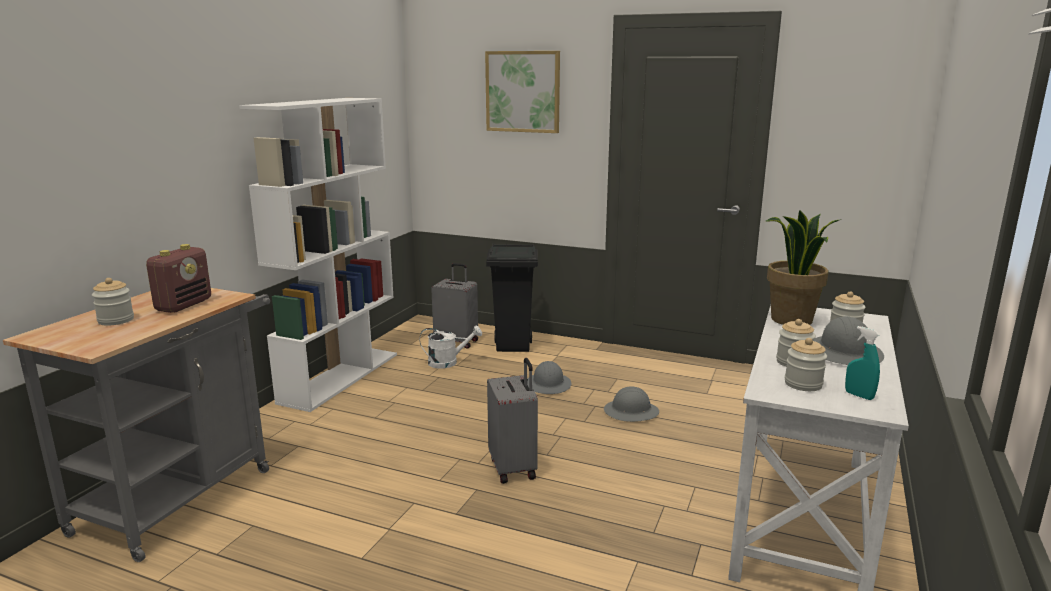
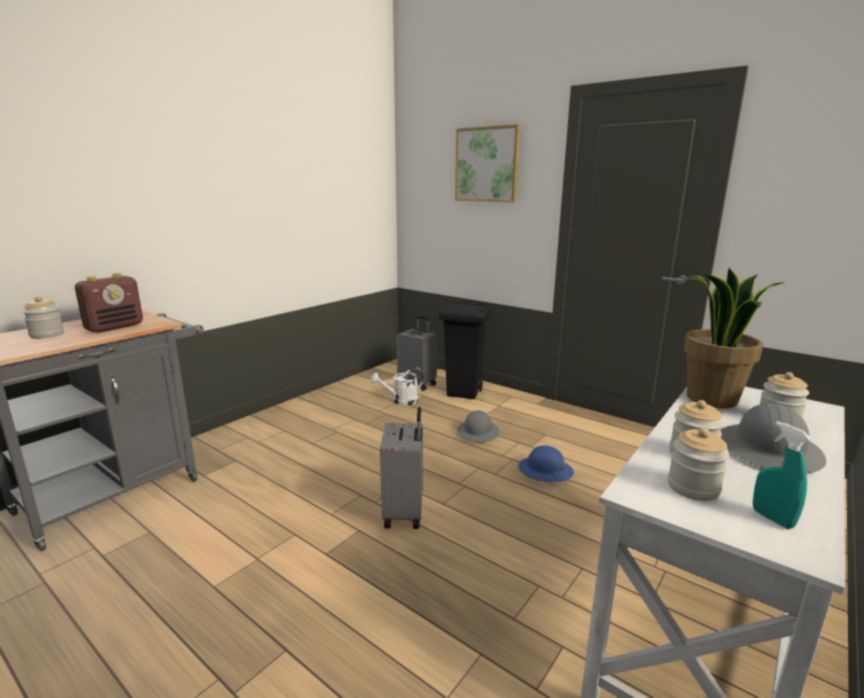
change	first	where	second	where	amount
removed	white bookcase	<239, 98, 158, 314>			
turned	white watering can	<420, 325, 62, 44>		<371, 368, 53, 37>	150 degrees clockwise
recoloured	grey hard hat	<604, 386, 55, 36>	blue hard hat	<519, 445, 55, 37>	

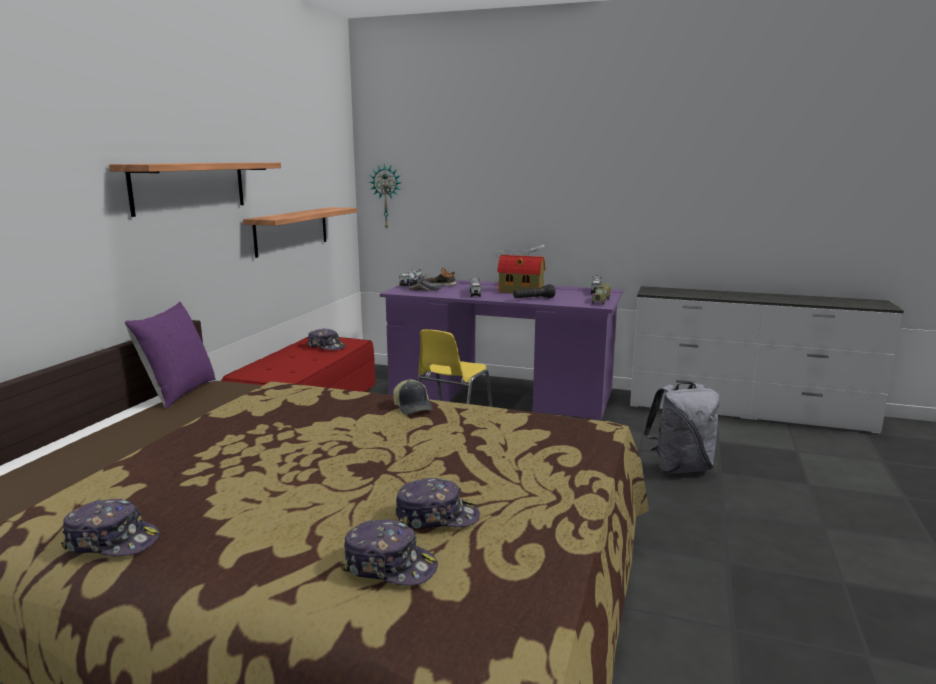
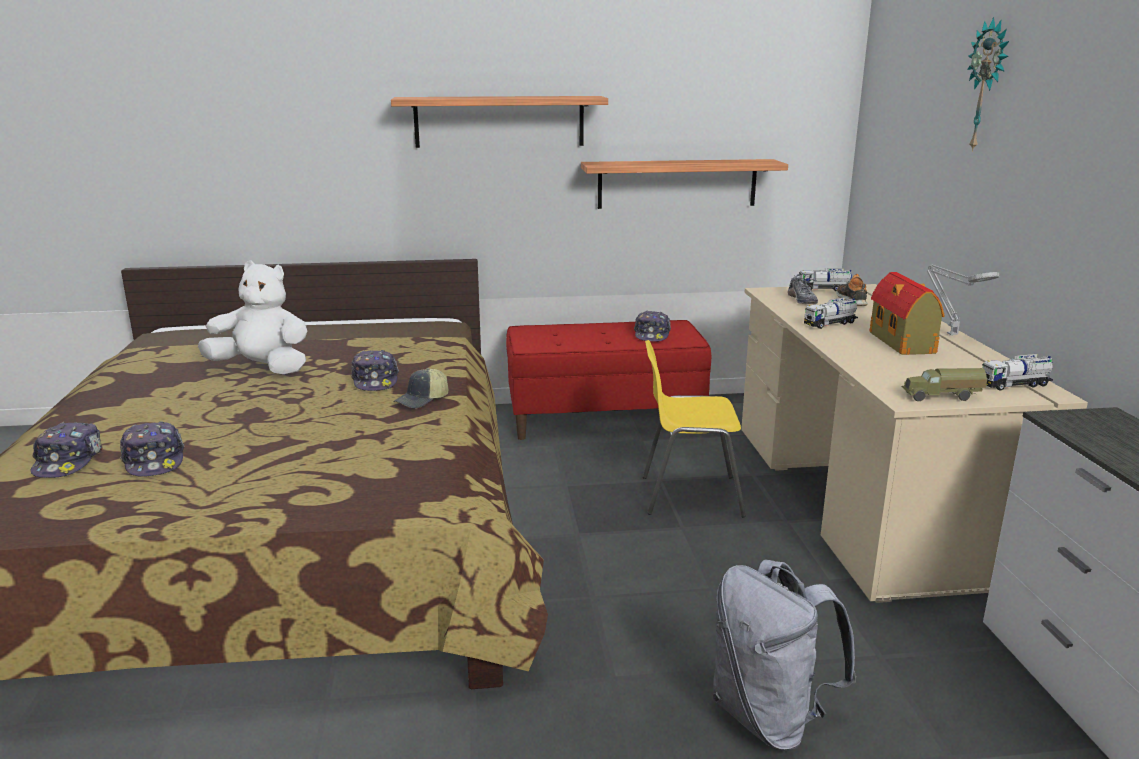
change	first	where	second	where	amount
moved	wall clock	<369, 164, 32, 66>		<967, 17, 42, 135>	
recoloured	purple desk	<380, 278, 243, 142>	beige desk	<741, 284, 347, 319>	
removed	black flashlight	<513, 284, 42, 14>			
removed	purple pillow	<124, 302, 92, 107>			
moved	cap	<61, 499, 99, 57>		<351, 350, 48, 41>	
added			white plush toy	<198, 261, 109, 113>	

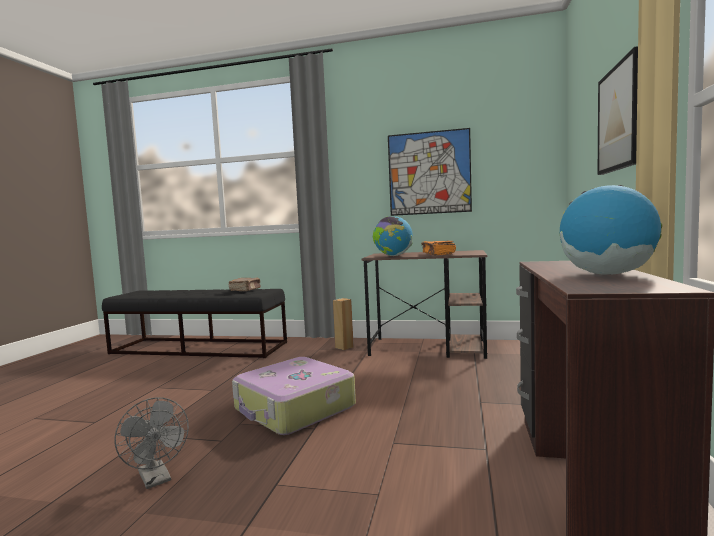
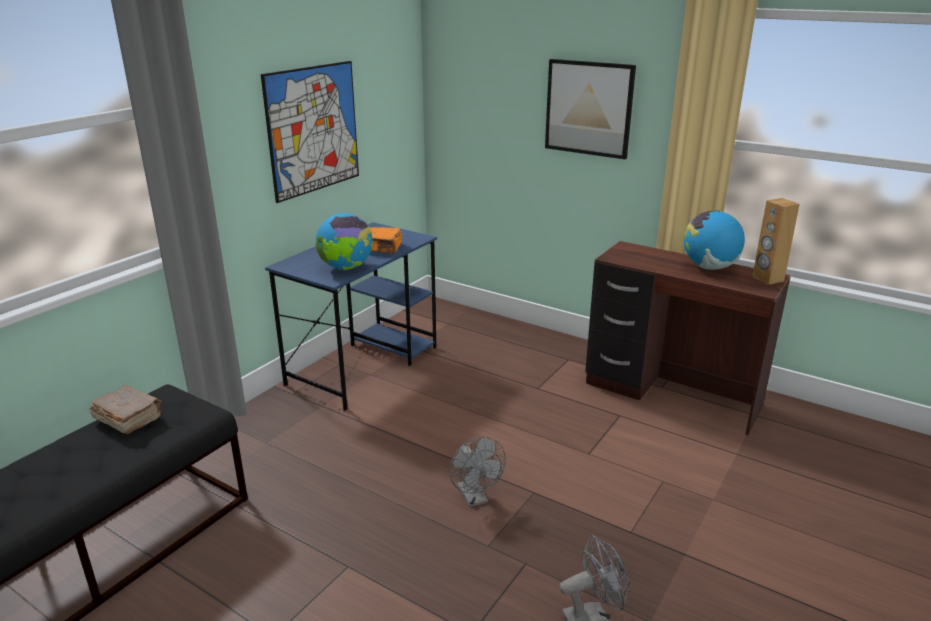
change	first	where	second	where	amount
recoloured	brown desk	<362, 250, 125, 109>	blue desk	<265, 222, 172, 189>	
moved	brown speaker	<333, 298, 21, 52>		<752, 198, 48, 87>	
replaced	suitcase	<232, 357, 124, 78>	grey fan	<449, 437, 57, 70>	

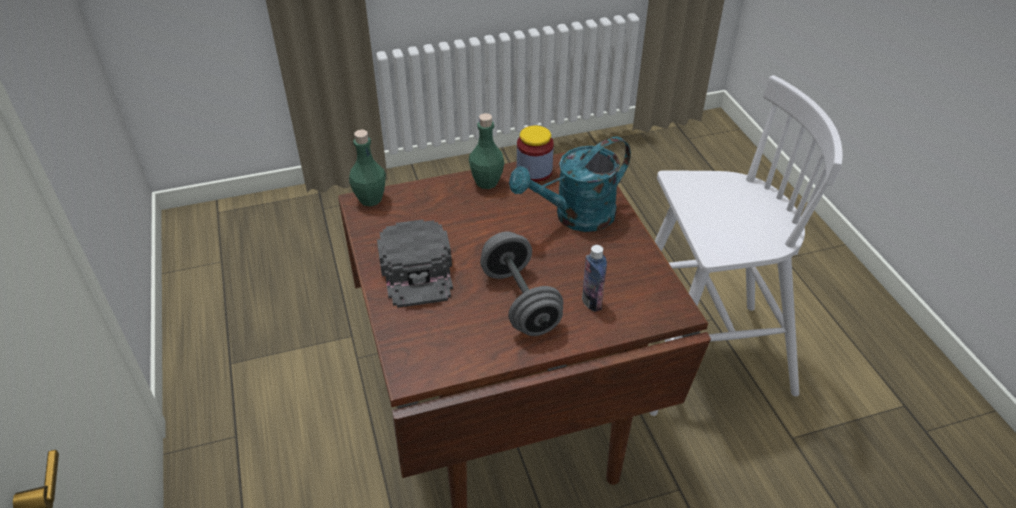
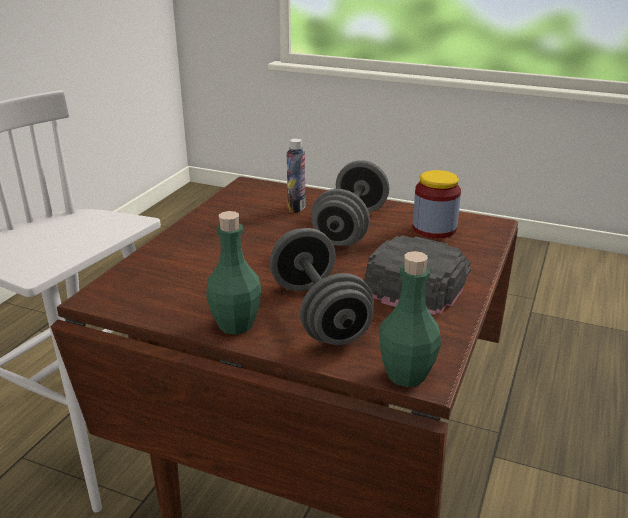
change	first	where	second	where	amount
moved	jar	<517, 125, 37, 57>		<413, 170, 48, 68>	
removed	turquoise watering can	<509, 137, 122, 95>			
added			grey dumbbell	<269, 228, 105, 117>	

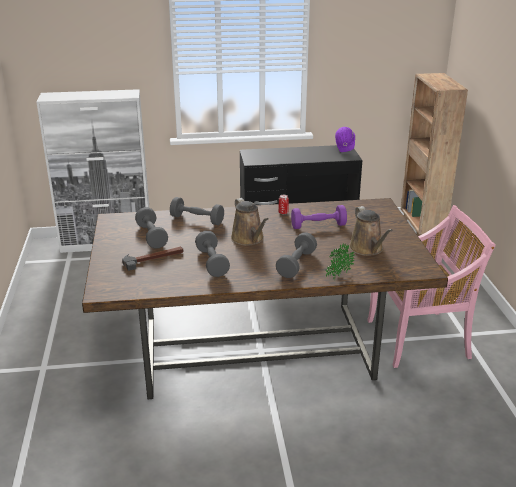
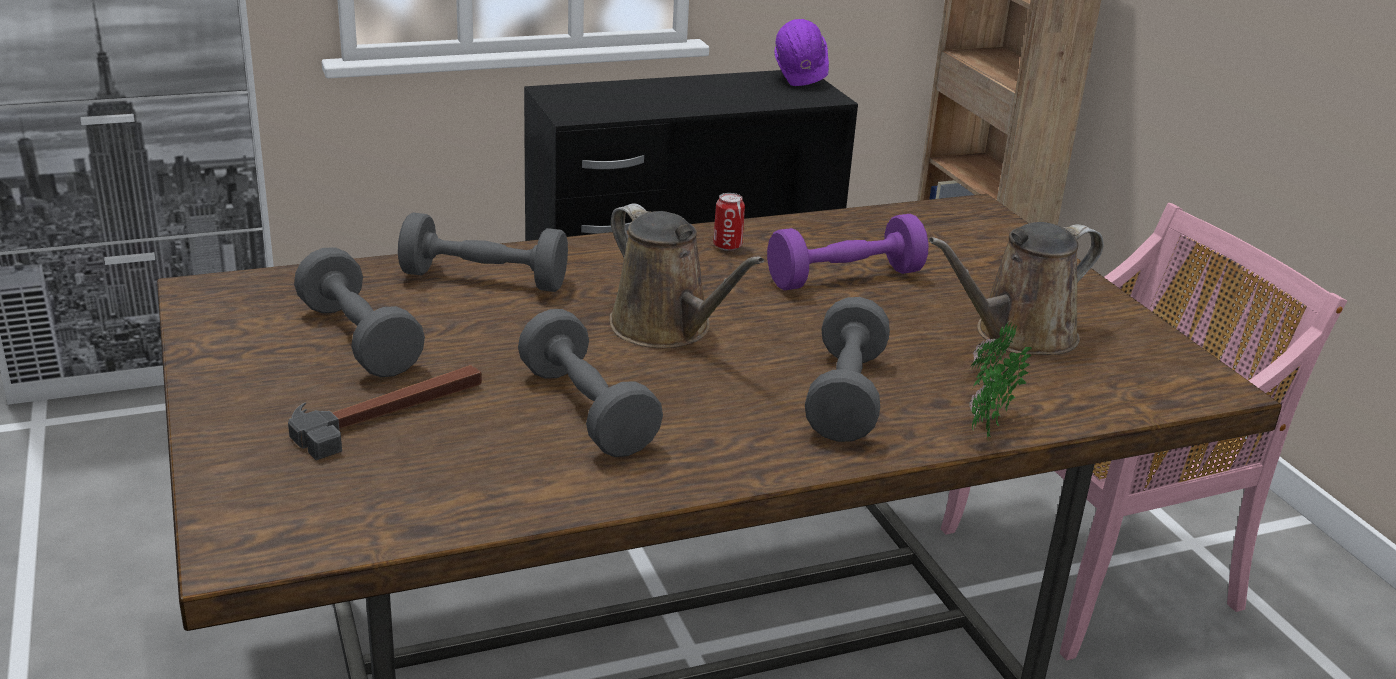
change	first	where	second	where	amount
turned	brown watering can	<349, 206, 44, 50>		<929, 222, 175, 133>	90 degrees clockwise

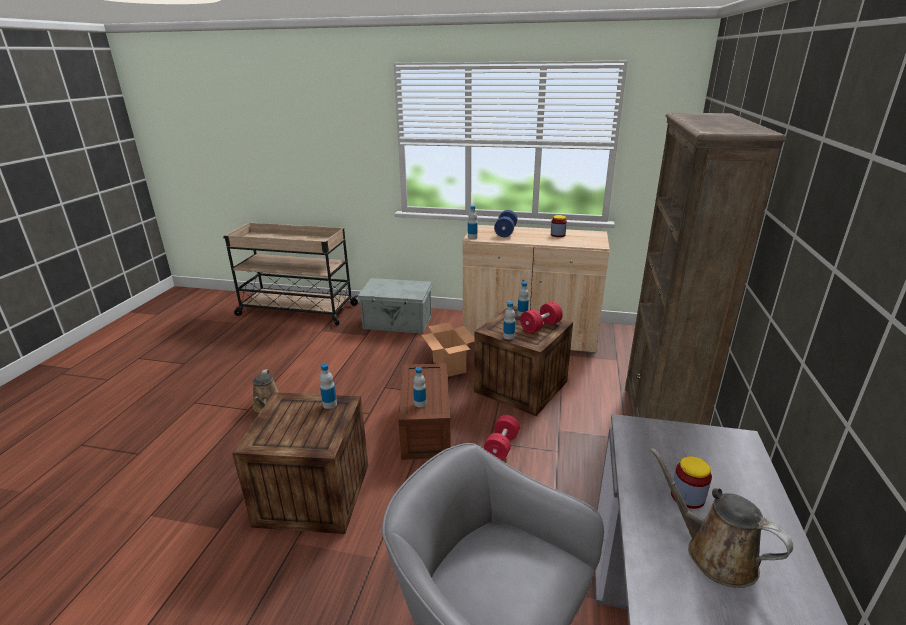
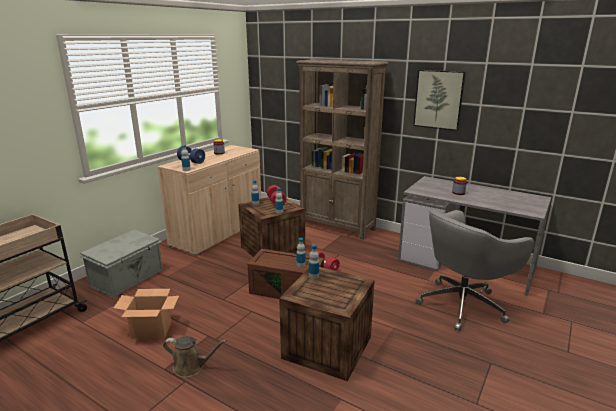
change	first	where	second	where	amount
moved	cardboard box	<421, 322, 53, 55>		<114, 289, 65, 50>	
removed	brown watering can	<650, 448, 143, 140>			
added			picture	<413, 70, 53, 61>	

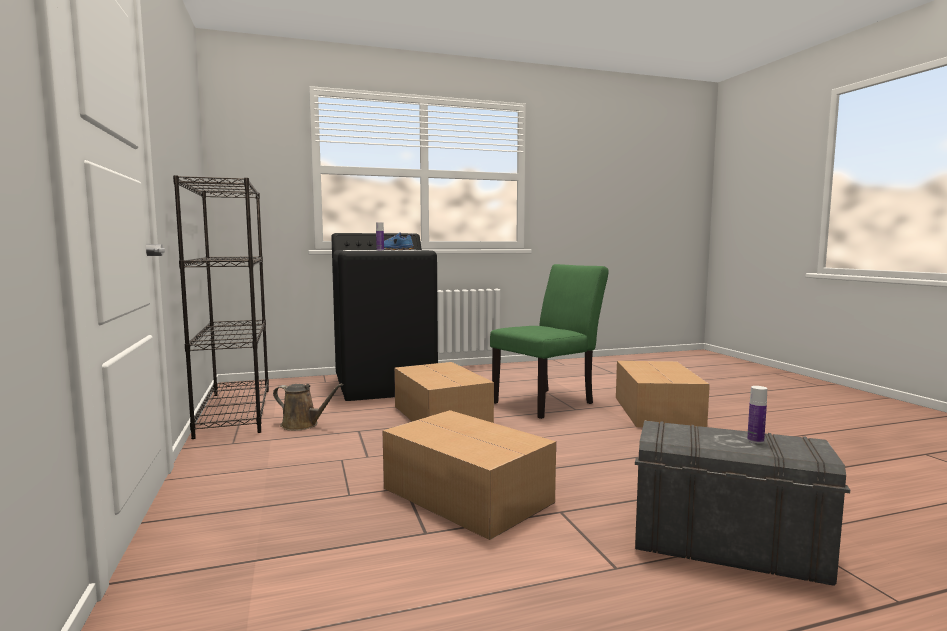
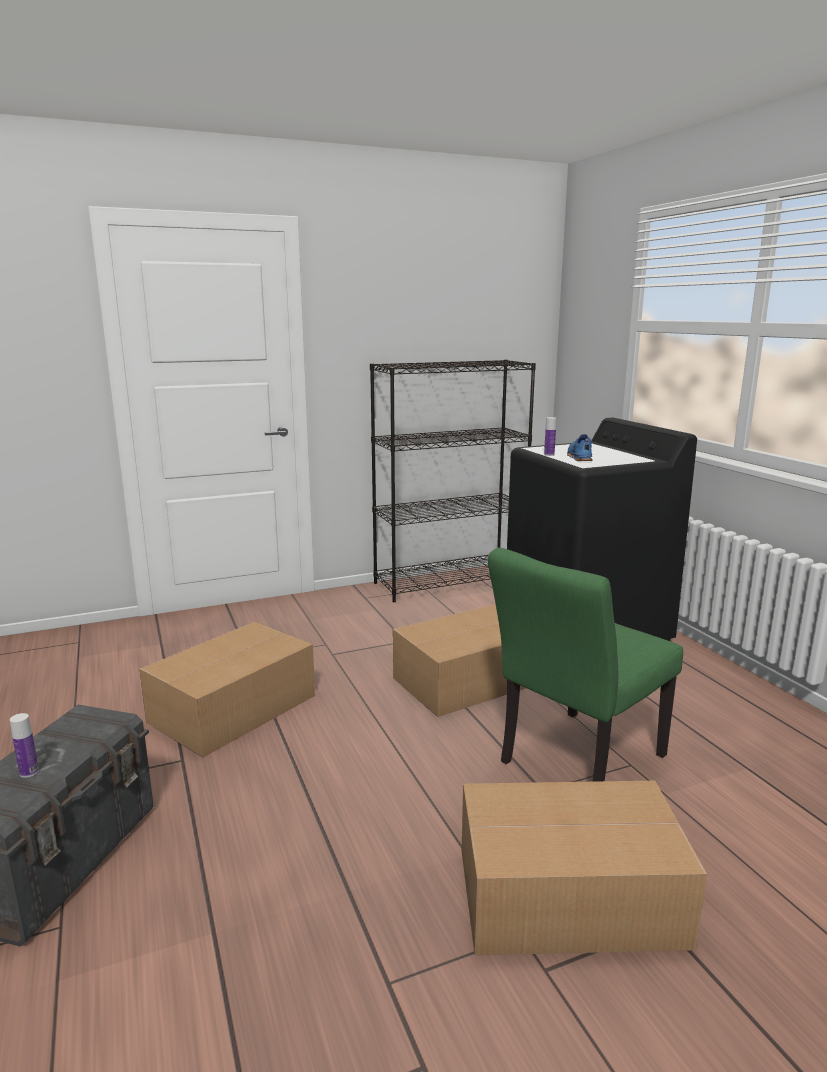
change	first	where	second	where	amount
turned	green chair	<490, 264, 118, 155>		<488, 548, 195, 234>	90 degrees clockwise
removed	brown watering can	<273, 383, 70, 48>			

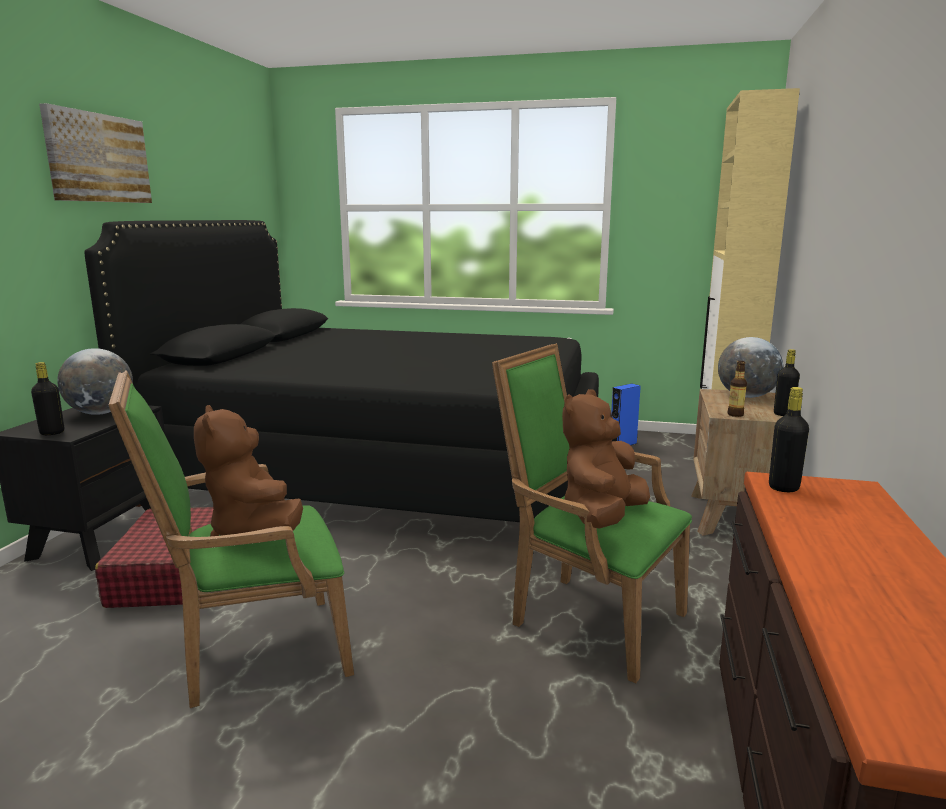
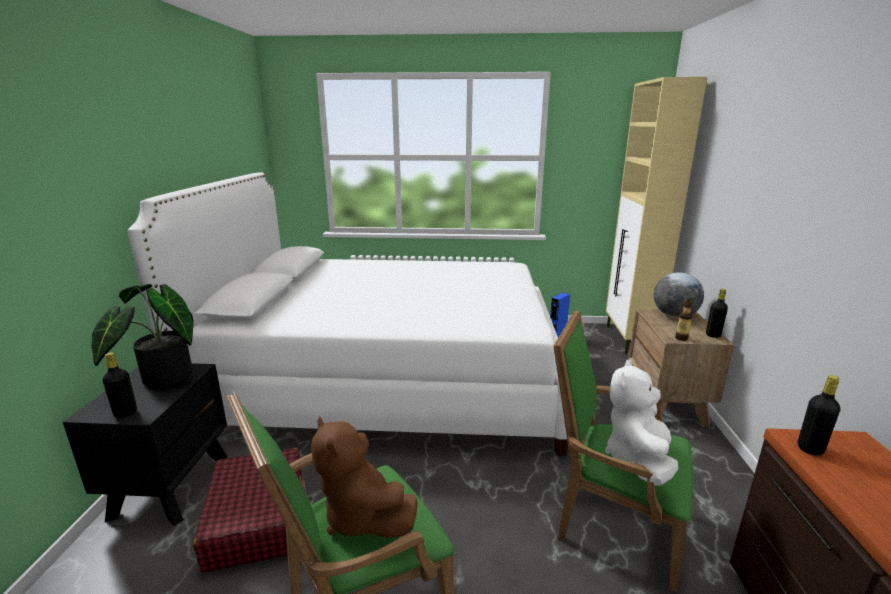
change	first	where	second	where	amount
removed	picture	<39, 103, 113, 100>			
recoloured	black bed	<84, 220, 515, 302>	white bed	<128, 172, 440, 284>	
replaced	globe	<57, 348, 76, 67>	potted plant	<91, 284, 103, 104>	
recoloured	brown plush toy	<562, 389, 88, 140>	white plush toy	<605, 359, 73, 127>	

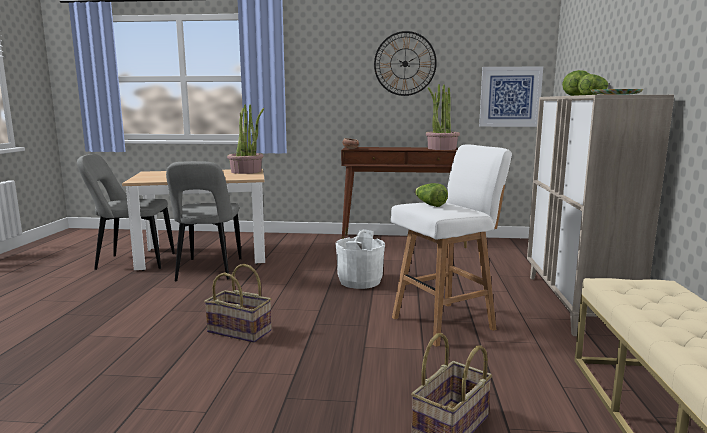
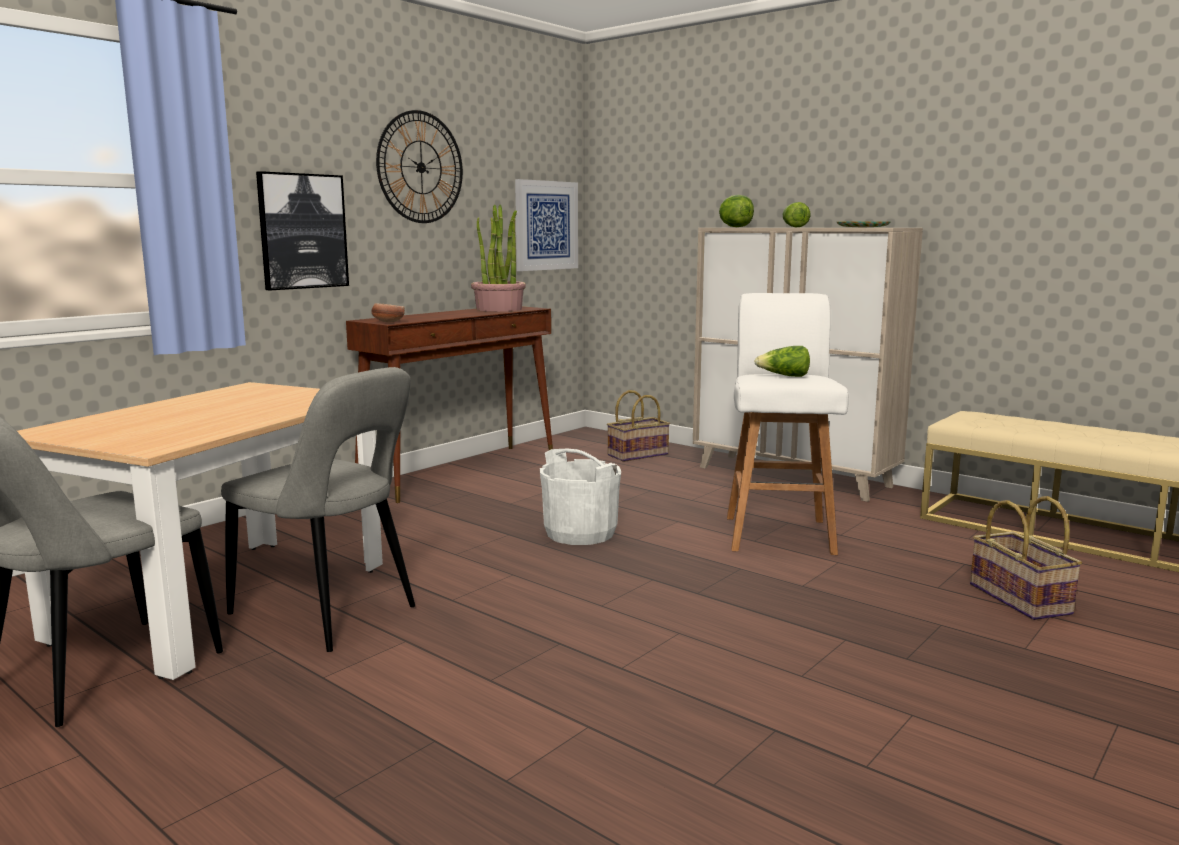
change	first	where	second	where	amount
removed	potted plant	<227, 104, 37, 70>			
moved	basket	<204, 264, 68, 79>		<607, 390, 63, 72>	
added			picture	<256, 171, 93, 120>	

